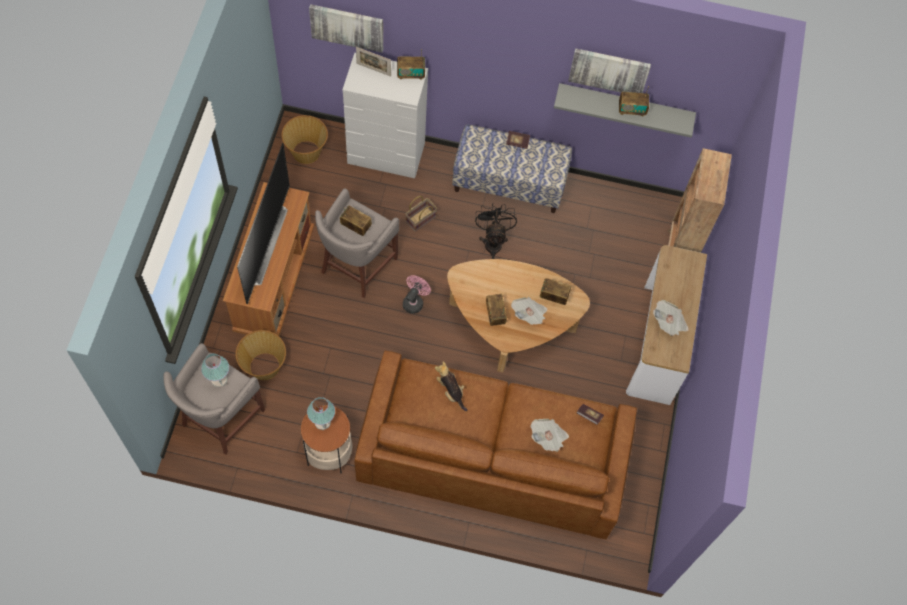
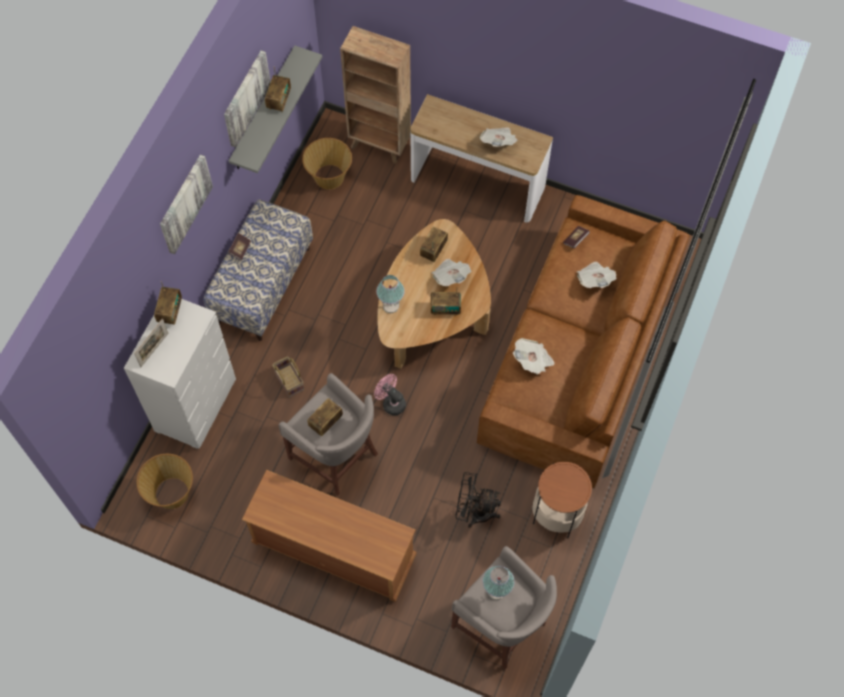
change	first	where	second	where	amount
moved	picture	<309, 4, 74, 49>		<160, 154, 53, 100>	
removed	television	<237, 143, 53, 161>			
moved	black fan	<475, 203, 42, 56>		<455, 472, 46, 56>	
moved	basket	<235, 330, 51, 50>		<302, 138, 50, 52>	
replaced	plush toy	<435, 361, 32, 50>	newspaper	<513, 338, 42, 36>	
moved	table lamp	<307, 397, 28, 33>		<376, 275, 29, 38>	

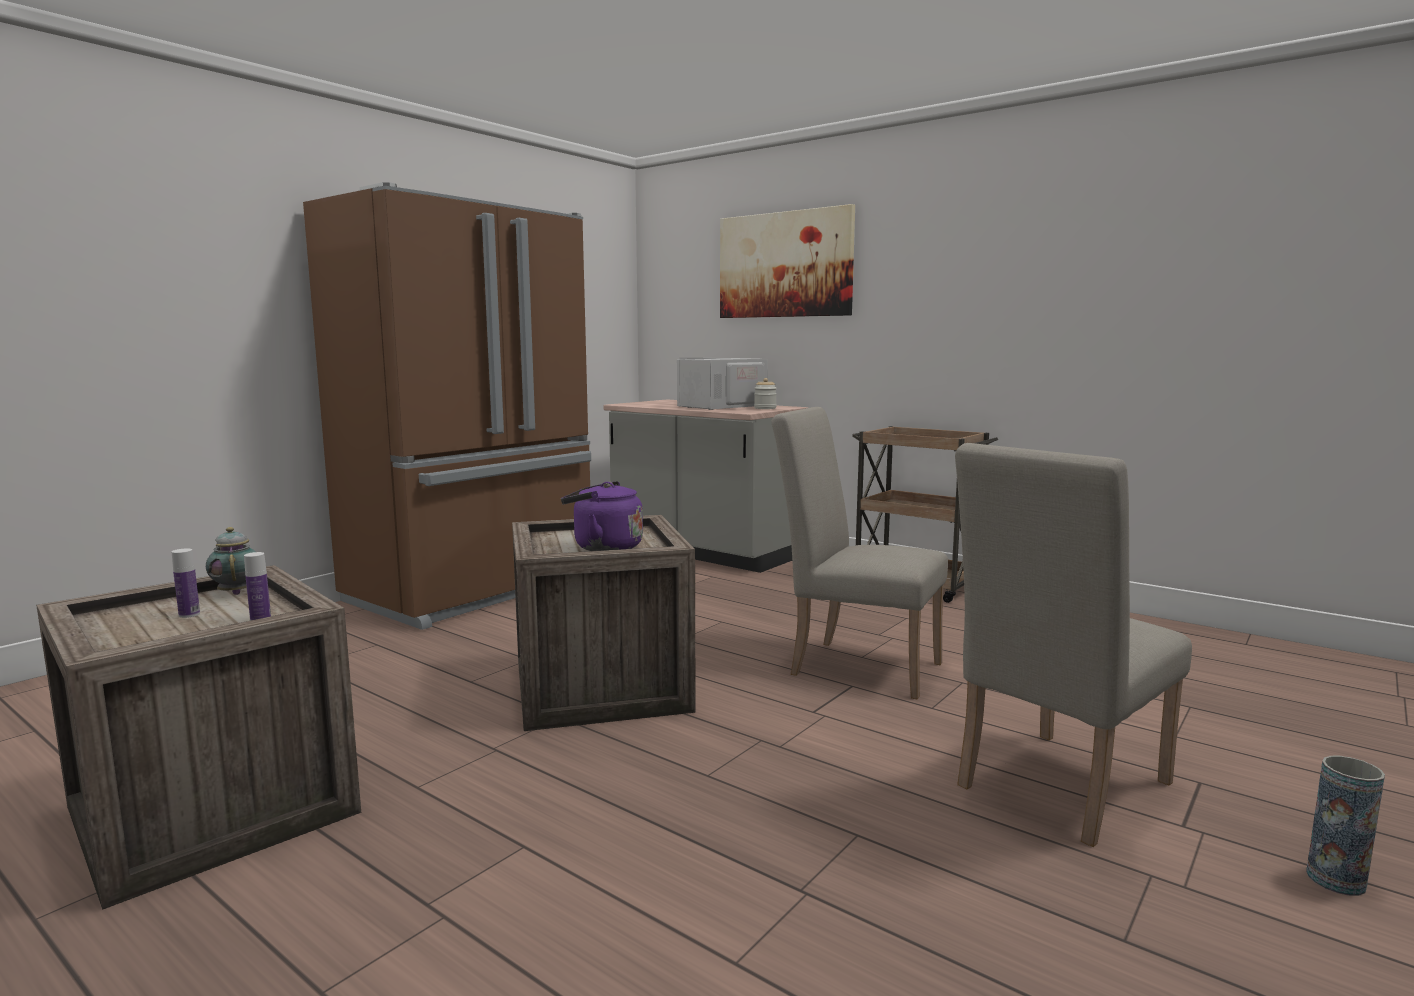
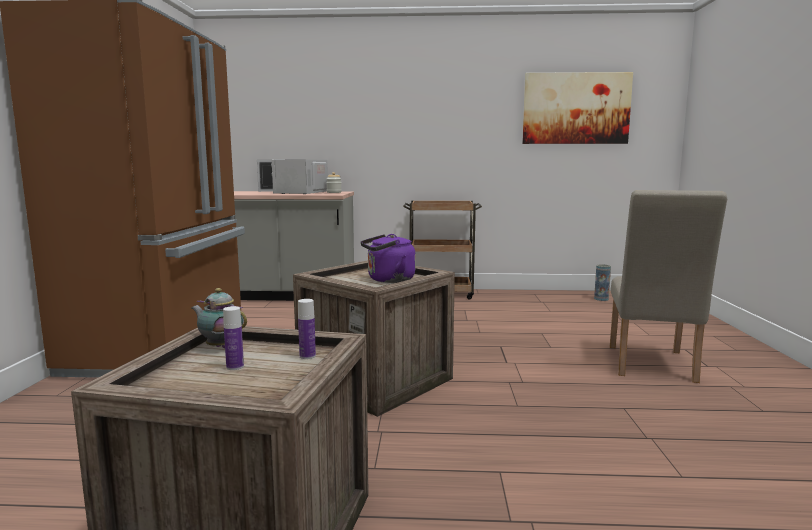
change	first	where	second	where	amount
moved	picture	<720, 204, 135, 114>		<522, 72, 111, 72>	
removed	beige chair	<771, 407, 177, 292>			
moved	vase	<1306, 756, 79, 140>		<594, 264, 17, 37>	

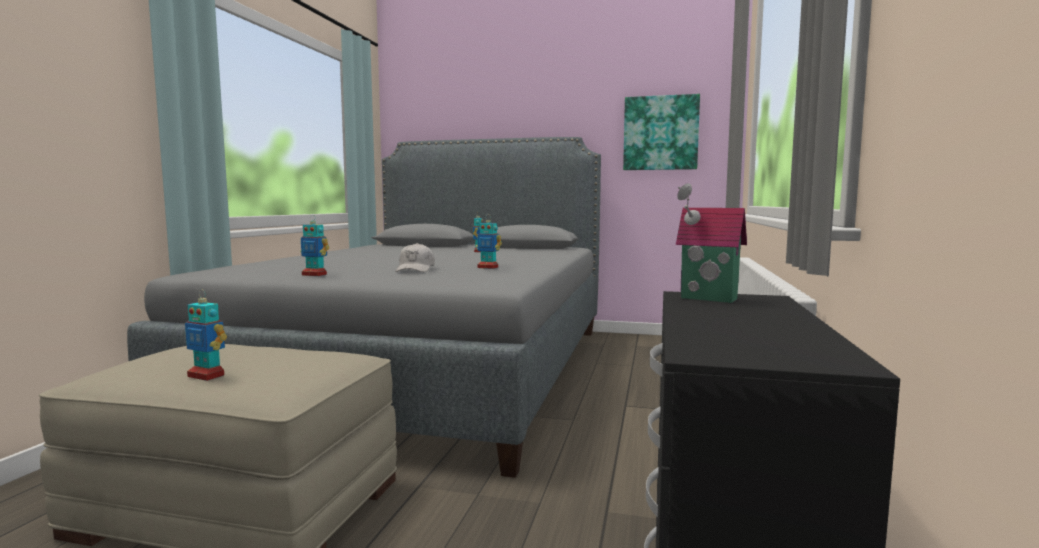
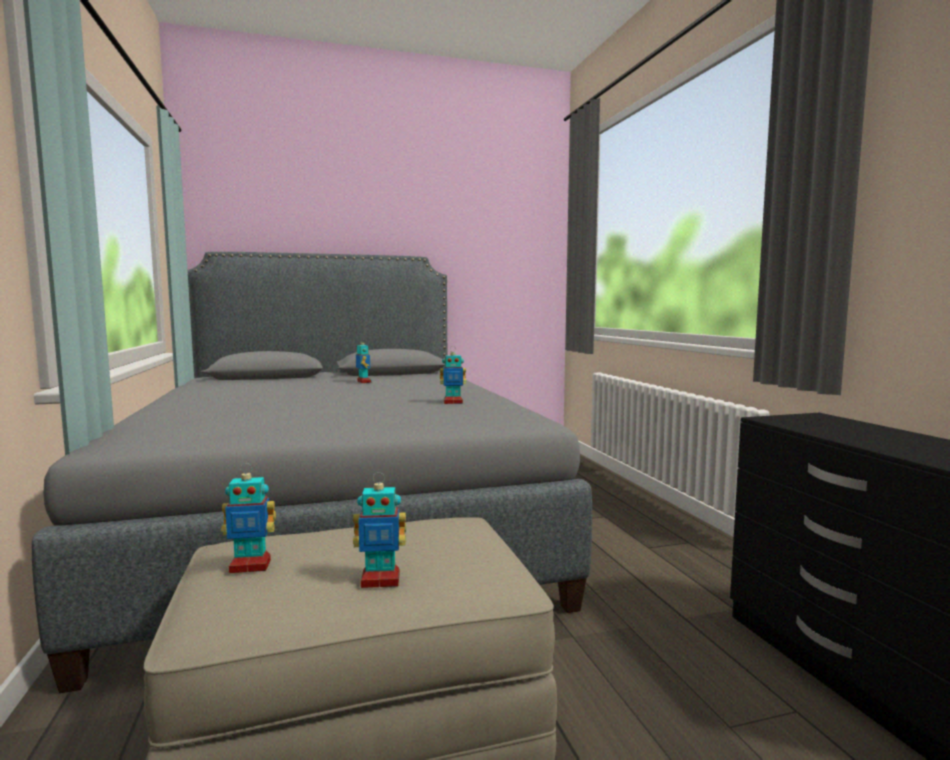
change	first	where	second	where	amount
removed	picture	<623, 94, 77, 76>			
removed	toy house	<676, 183, 71, 120>			
moved	toy robot	<300, 216, 29, 60>		<221, 463, 55, 110>	
removed	white cap	<395, 243, 40, 29>			

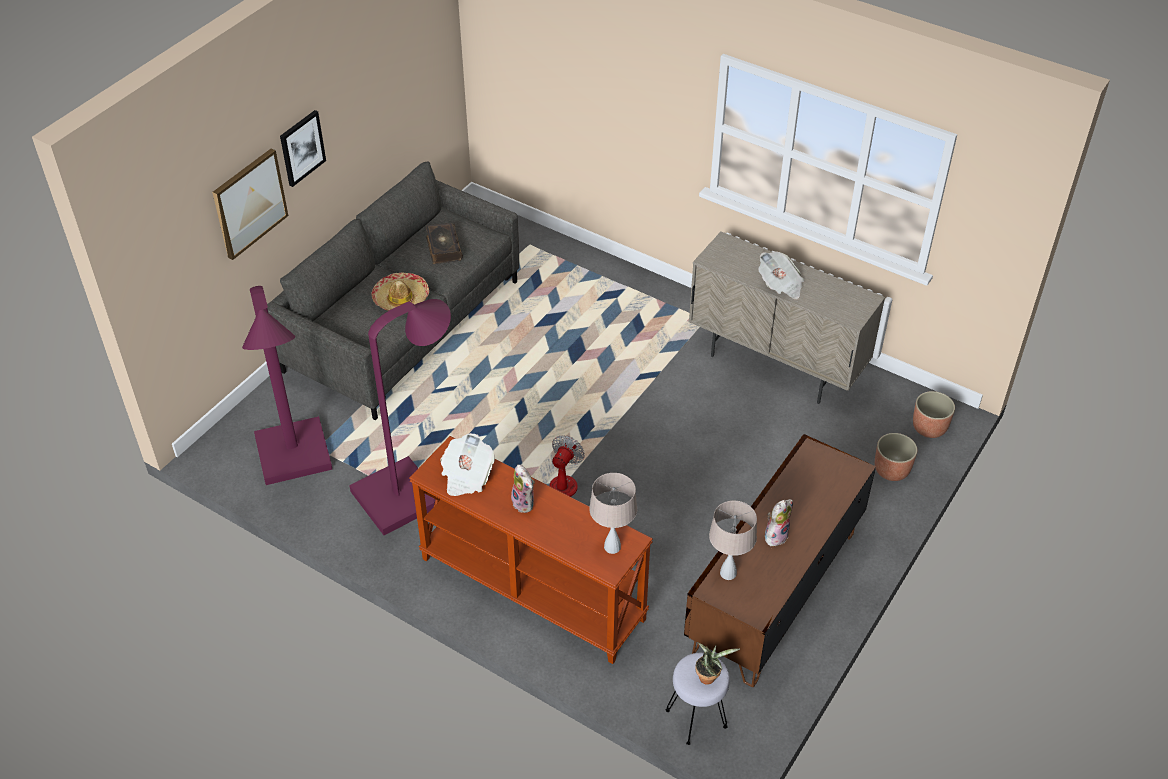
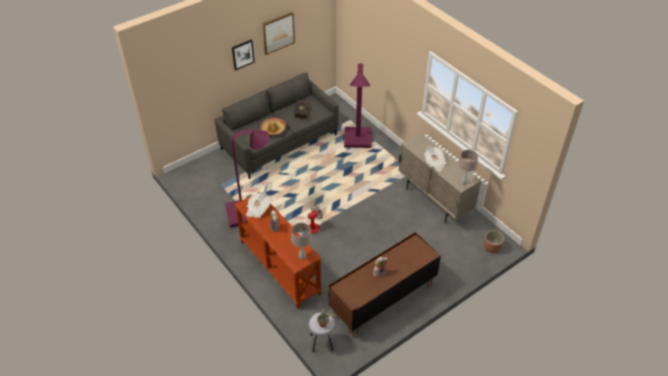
change	first	where	second	where	amount
moved	picture	<212, 148, 76, 112>		<262, 12, 33, 43>	
moved	purple floor lamp	<242, 286, 91, 199>		<344, 63, 28, 85>	
removed	planter	<875, 433, 42, 48>			
moved	beige table lamp	<709, 501, 48, 79>		<458, 150, 20, 35>	

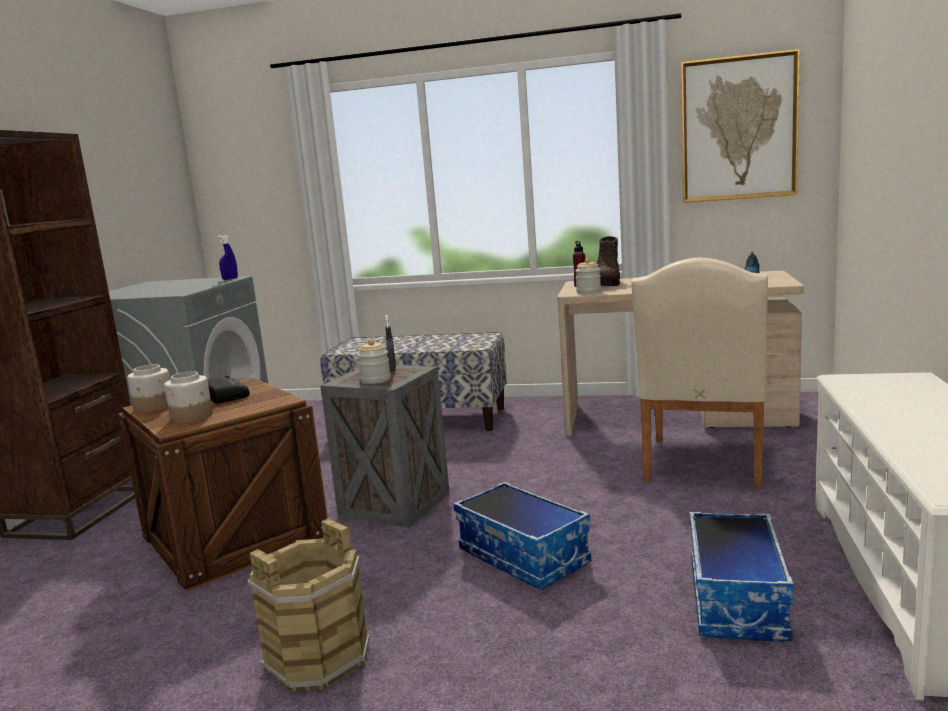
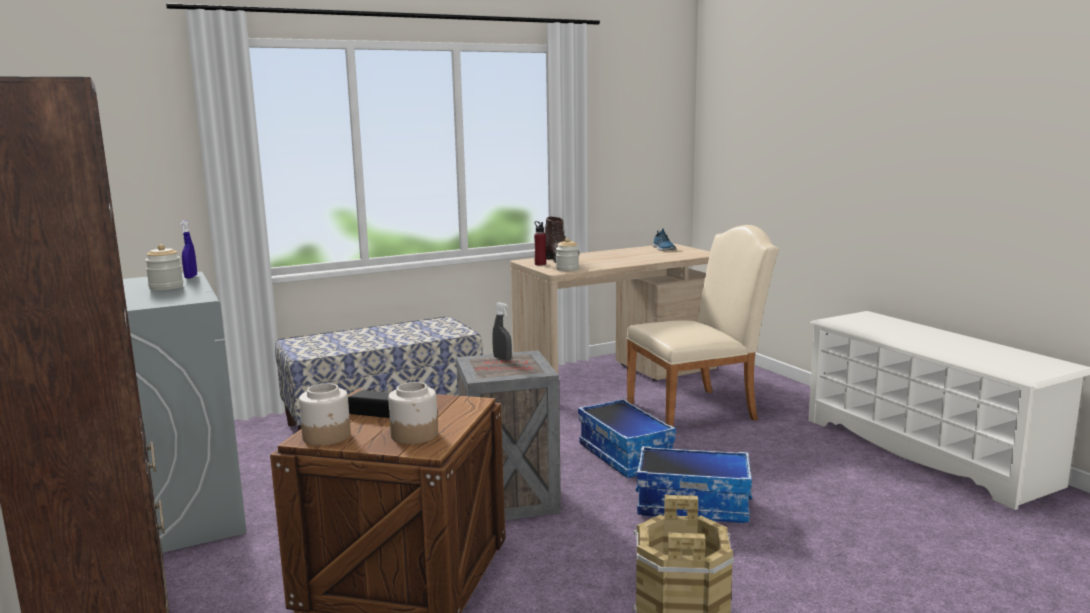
change	first	where	second	where	amount
removed	picture	<681, 49, 119, 154>			
turned	beige chair	<631, 258, 137, 232>		<627, 225, 152, 202>	90 degrees counterclockwise
moved	jar	<357, 339, 34, 45>		<145, 244, 38, 46>	
moved	storage box	<689, 512, 105, 130>		<578, 399, 98, 79>	

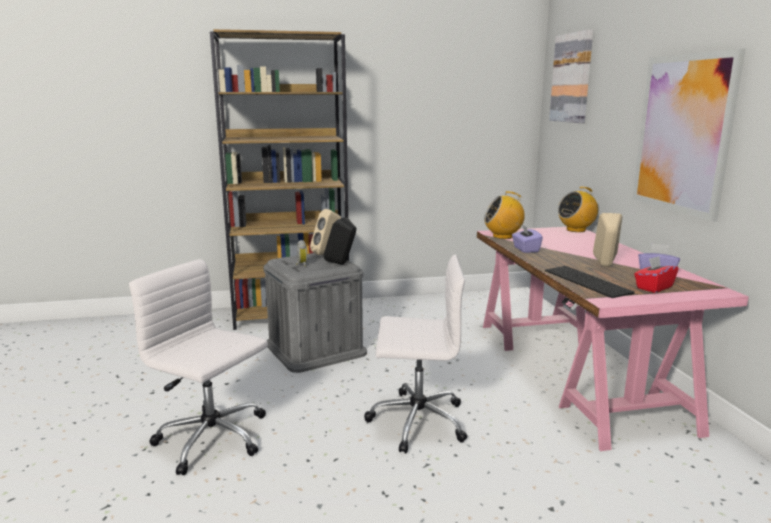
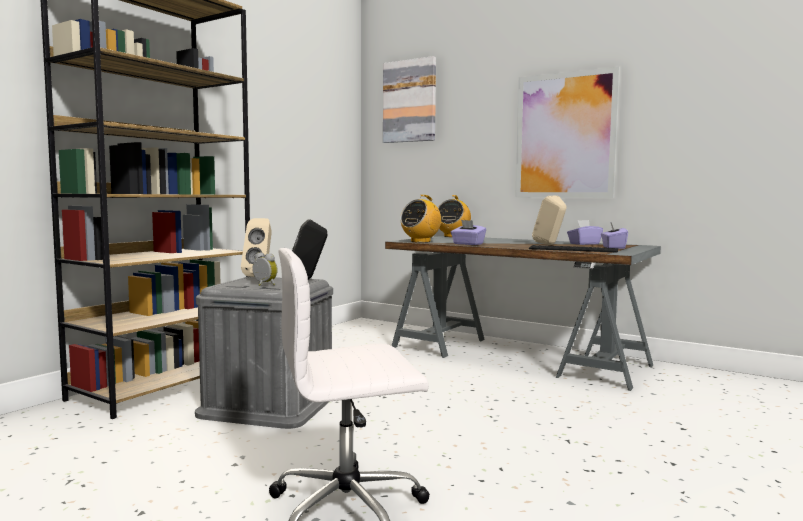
change	first	where	second	where	amount
recoloured	pink desk	<477, 227, 272, 224>	grey desk	<385, 236, 276, 155>	
removed	white office chair	<364, 255, 103, 199>			
recoloured	red tissue box	<634, 256, 44, 37>	purple tissue box	<601, 222, 27, 27>	

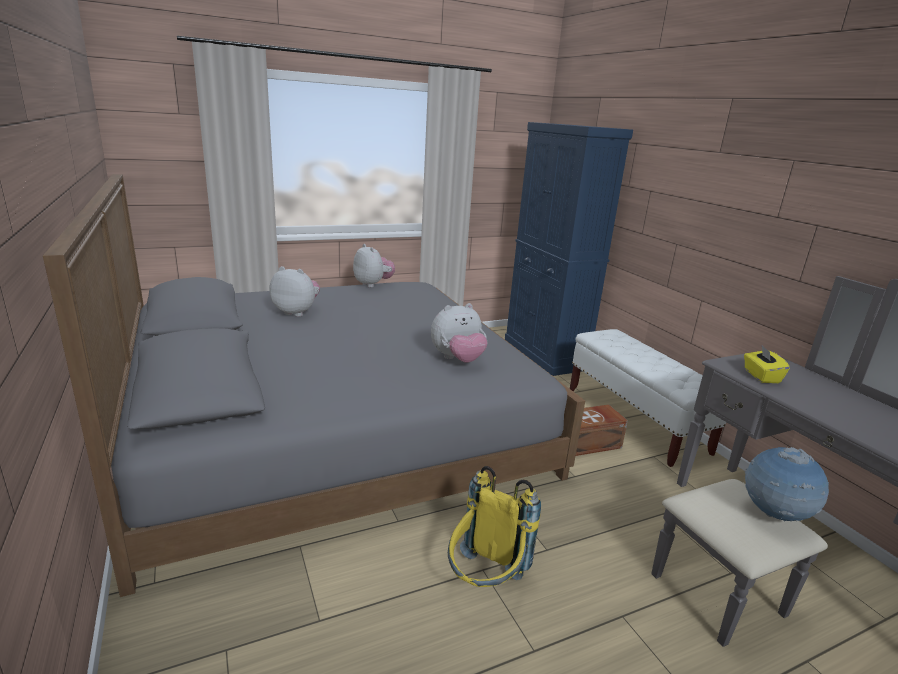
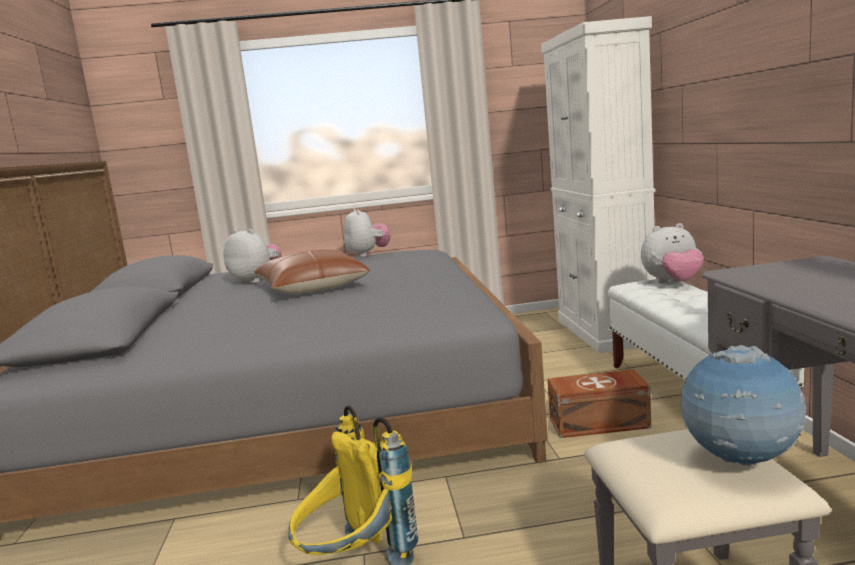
change	first	where	second	where	amount
recoloured	blue cabinet	<505, 122, 128, 254>	white cabinet	<541, 16, 115, 337>	
moved	plush toy	<431, 303, 57, 60>		<641, 223, 63, 60>	
removed	yellow tissue box	<744, 346, 46, 37>			
added			brown pillow	<254, 250, 116, 44>	

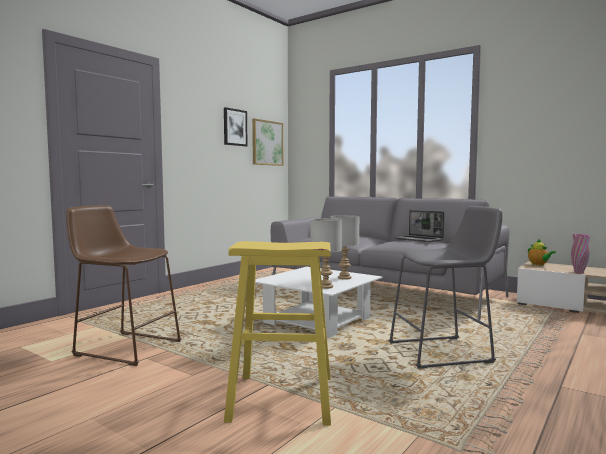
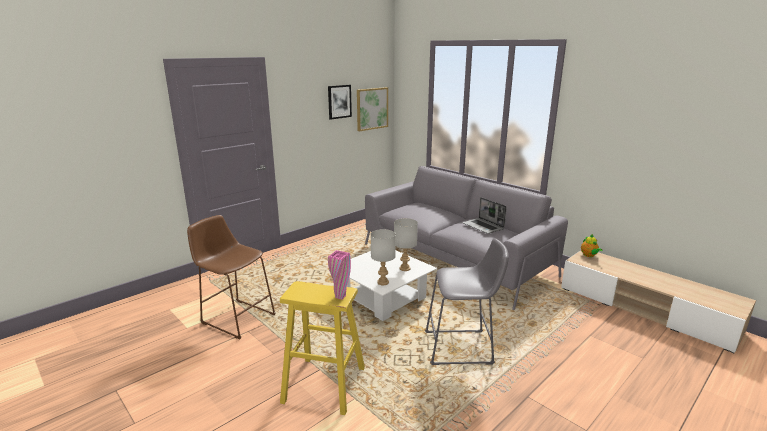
change	first	where	second	where	amount
moved	pink vase	<571, 234, 19, 39>		<328, 250, 23, 49>	

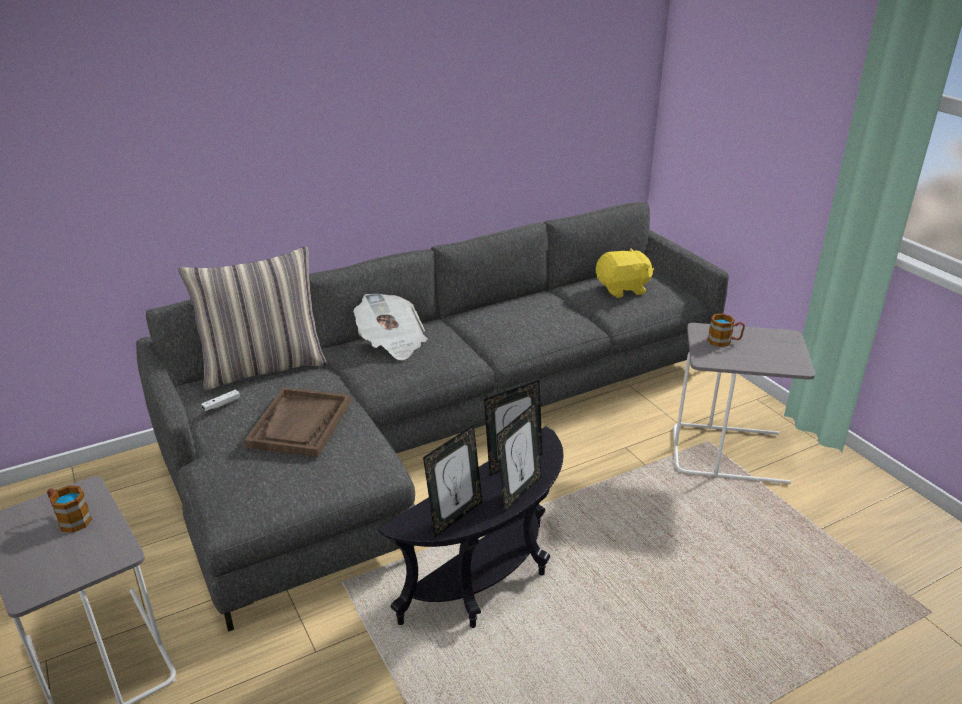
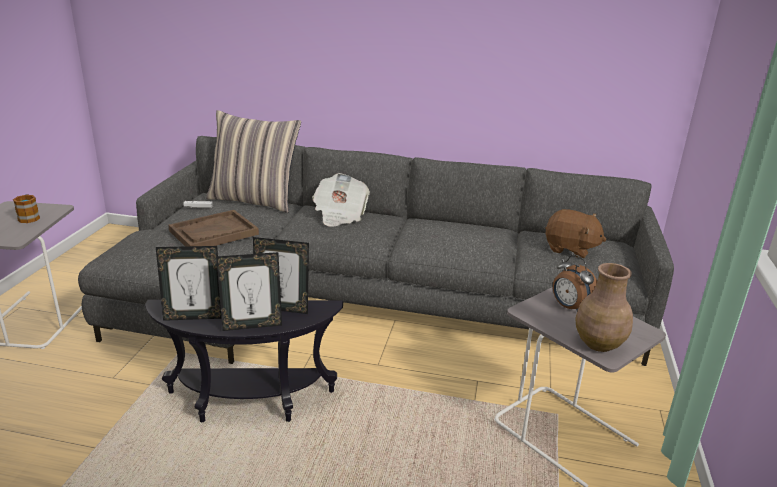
change	first	where	second	where	amount
recoloured	yellow plush toy	<596, 248, 58, 50>	brown plush toy	<545, 209, 61, 49>	
replaced	mug	<707, 313, 38, 34>	alarm clock	<553, 254, 44, 57>	
added			brown vase	<575, 263, 58, 89>	

